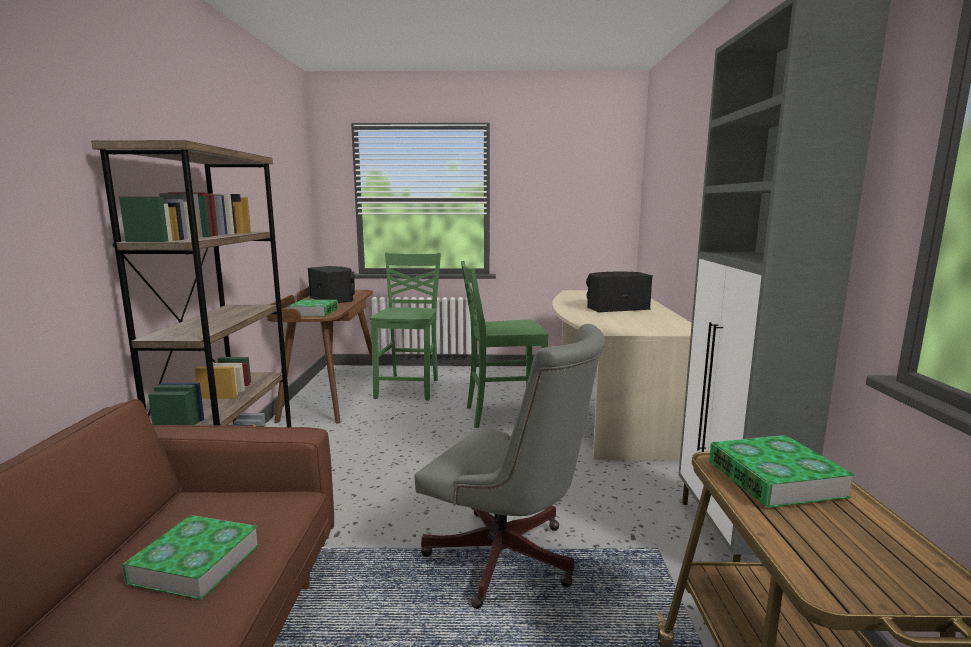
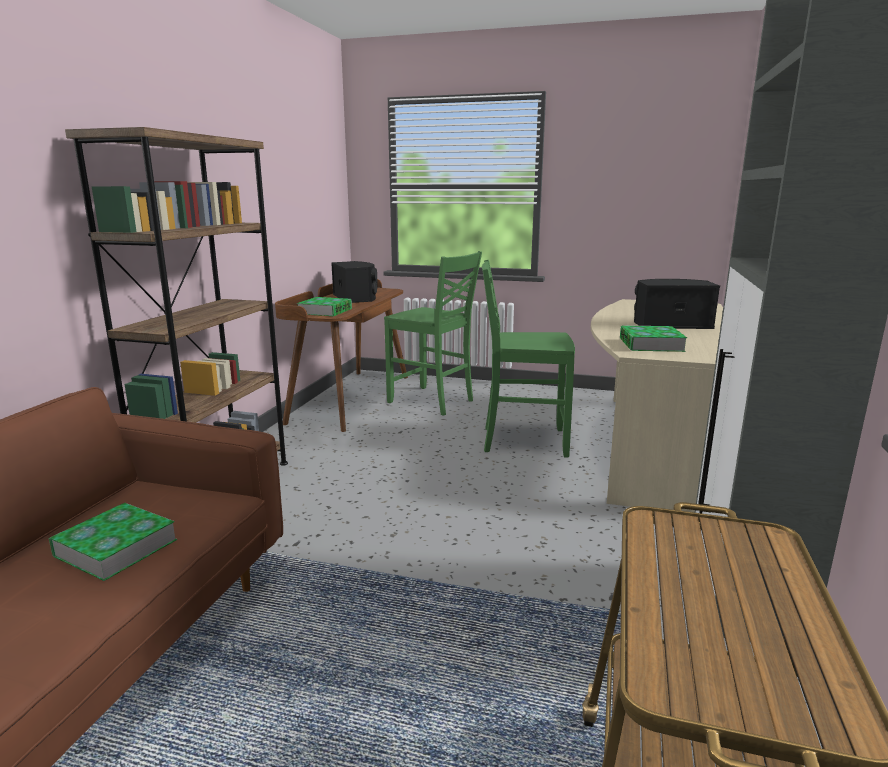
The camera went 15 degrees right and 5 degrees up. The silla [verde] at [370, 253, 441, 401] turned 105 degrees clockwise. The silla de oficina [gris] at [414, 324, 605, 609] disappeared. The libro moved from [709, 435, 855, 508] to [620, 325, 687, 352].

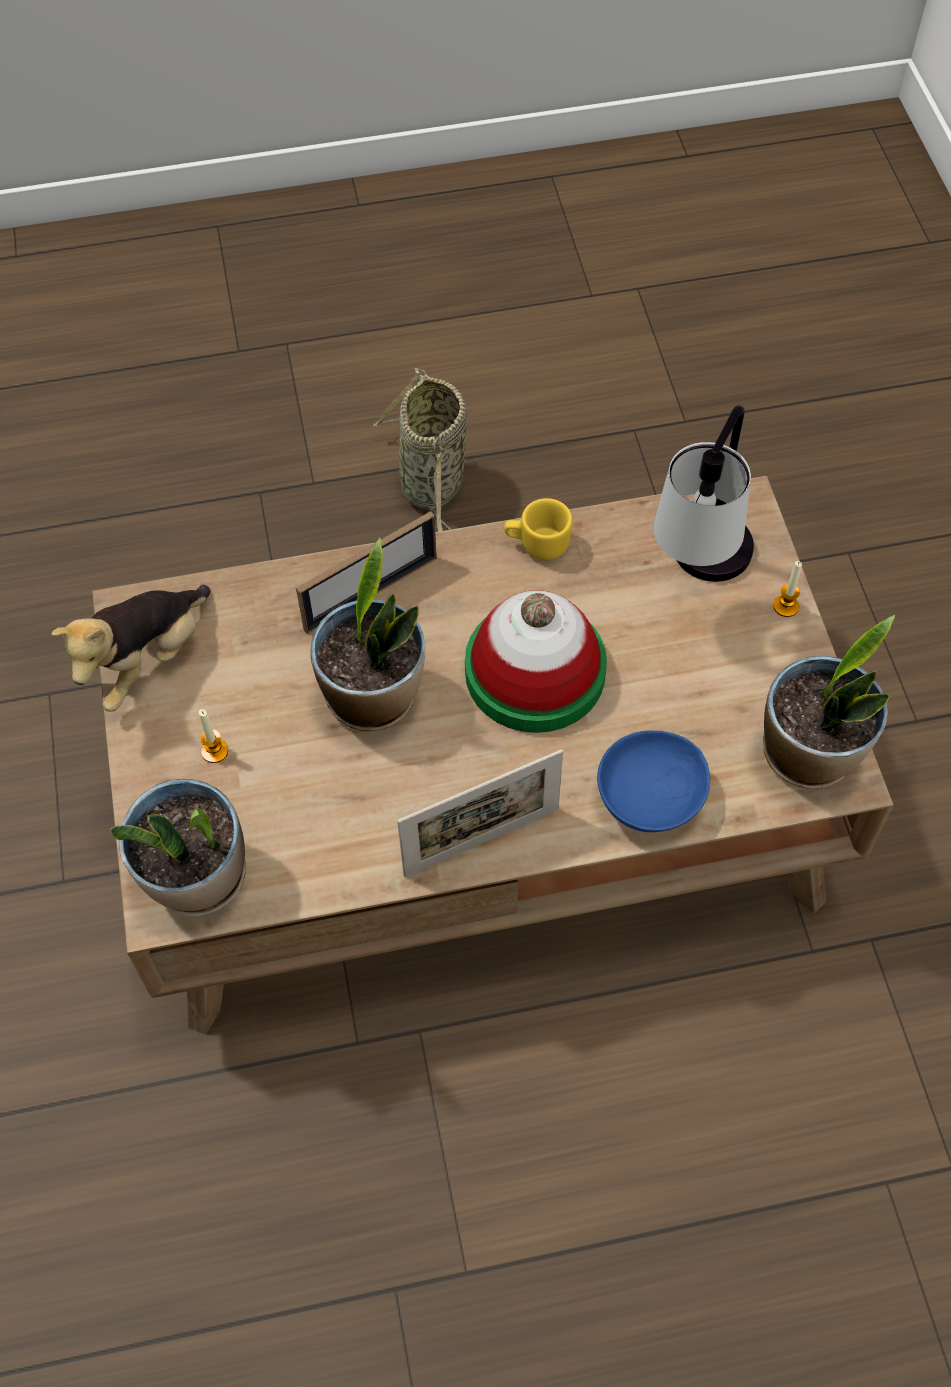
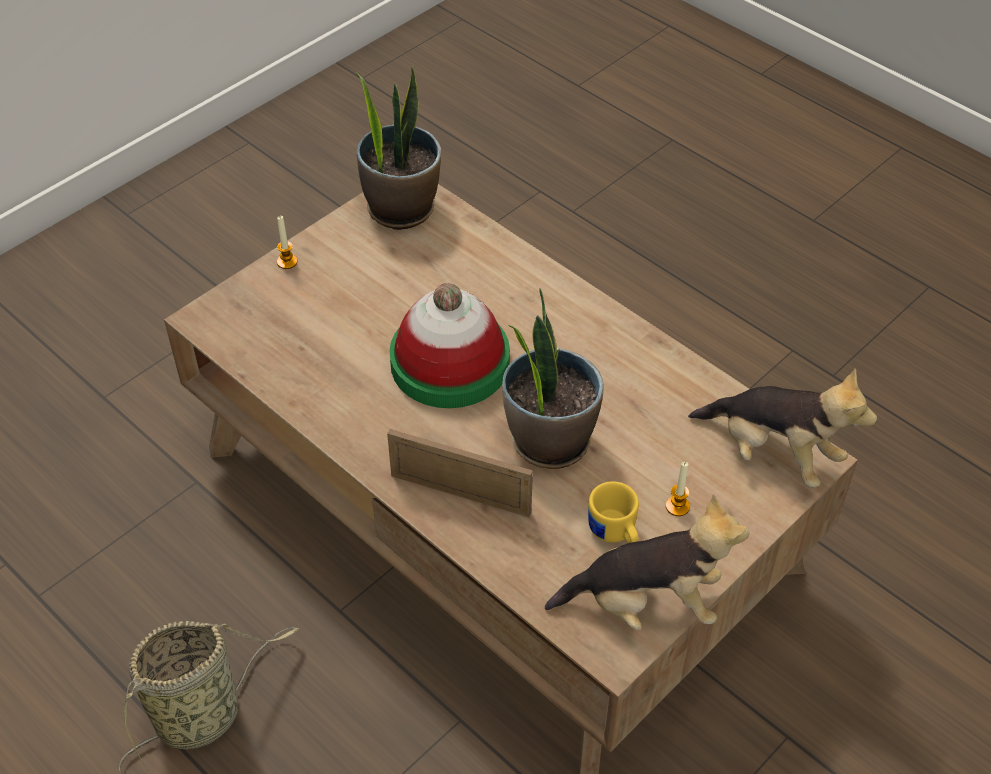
The camera went 125 degrees left and 10 degrees down. The planta en maceta at [110, 779, 246, 916] was replaced by the peluche at [688, 369, 877, 488]. The portarretratos at [397, 749, 563, 877] disappeared. The taza grande [amarillo] moved from [504, 498, 572, 561] to [588, 481, 639, 543]. The cuenco [azul] at [597, 730, 710, 832] disappeared. The lámpara de mesa at [654, 405, 754, 582] disappeared.

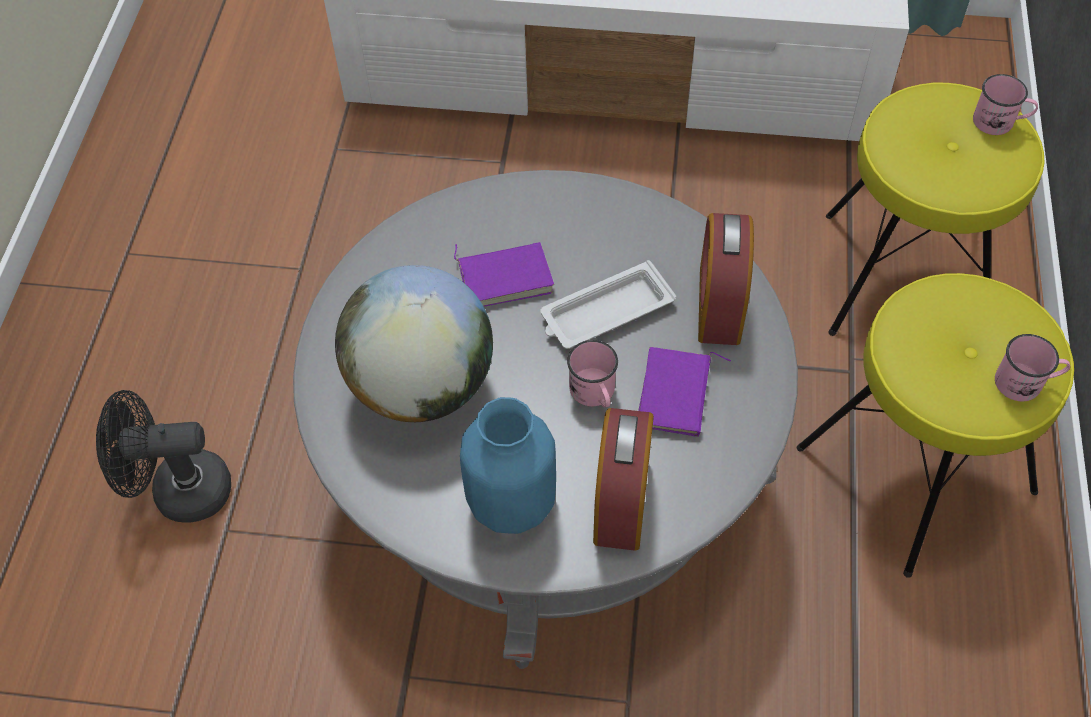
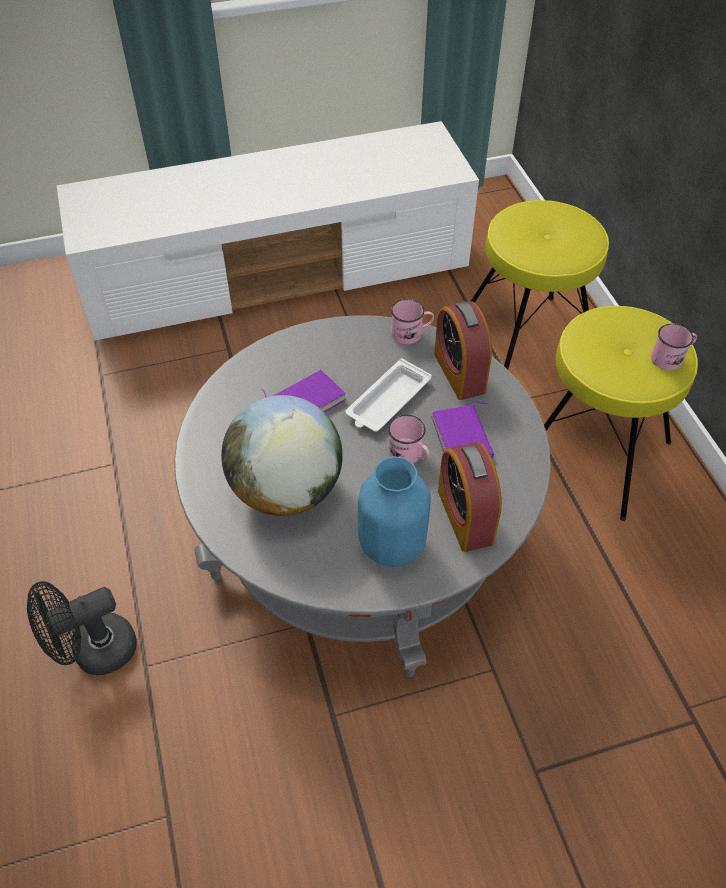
The camera went 25 degrees left and 5 degrees down. The taza grande [rosa] moved from [973, 74, 1038, 135] to [391, 299, 434, 344].

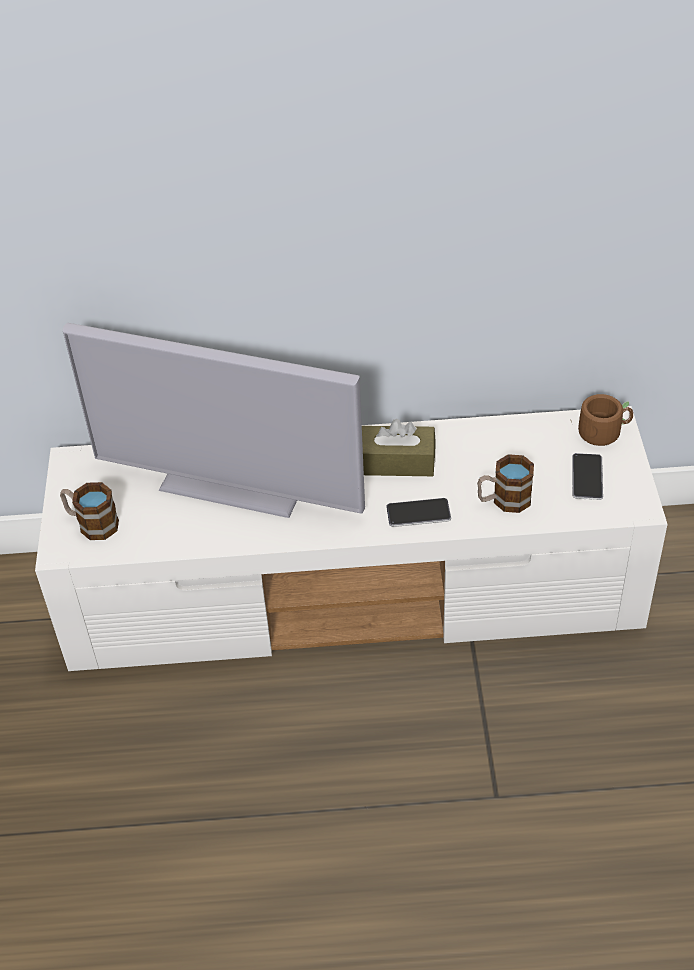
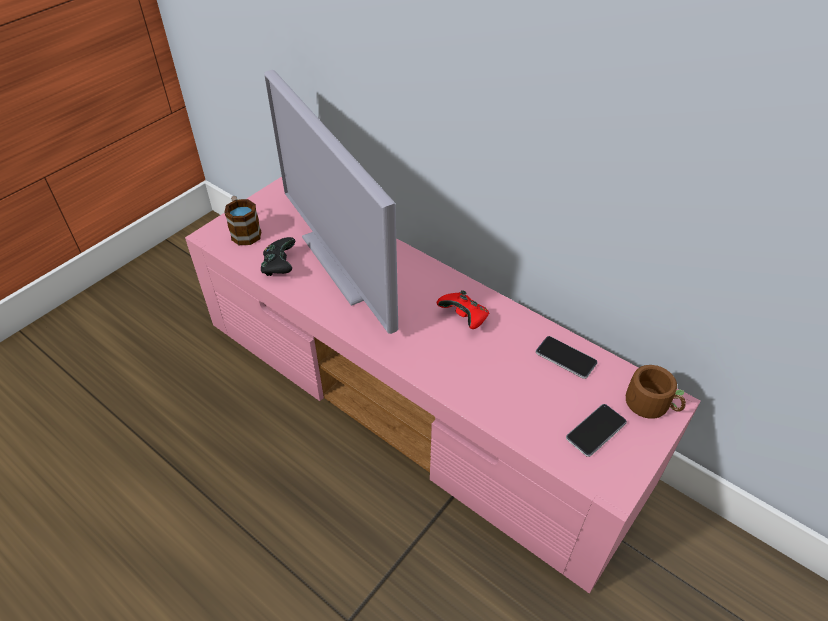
The camera went 40 degrees right and 0 degrees up. The mueble de televisión [blanco] at [35, 406, 668, 671] became the mueble de televisión [rosa] at [185, 177, 701, 594]. The caja de pañuelos [marrón] at [362, 419, 436, 476] was replaced by the mando de consola [rojo] at [437, 290, 489, 329]. The móvil moved from [386, 498, 451, 527] to [536, 336, 598, 379]. The taza grande at [477, 454, 534, 513] disappeared. The mando de consola [negro] at [261, 237, 295, 276] appeared.

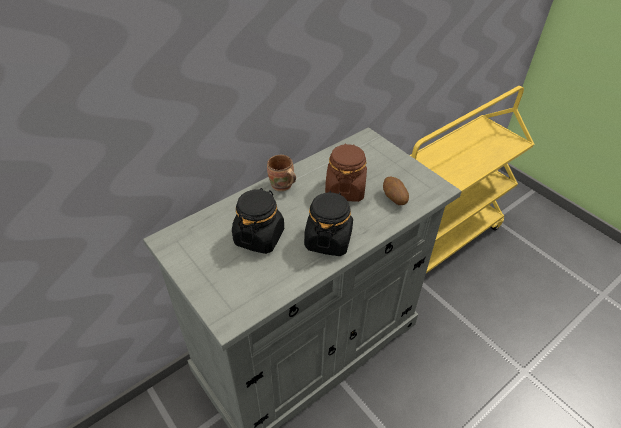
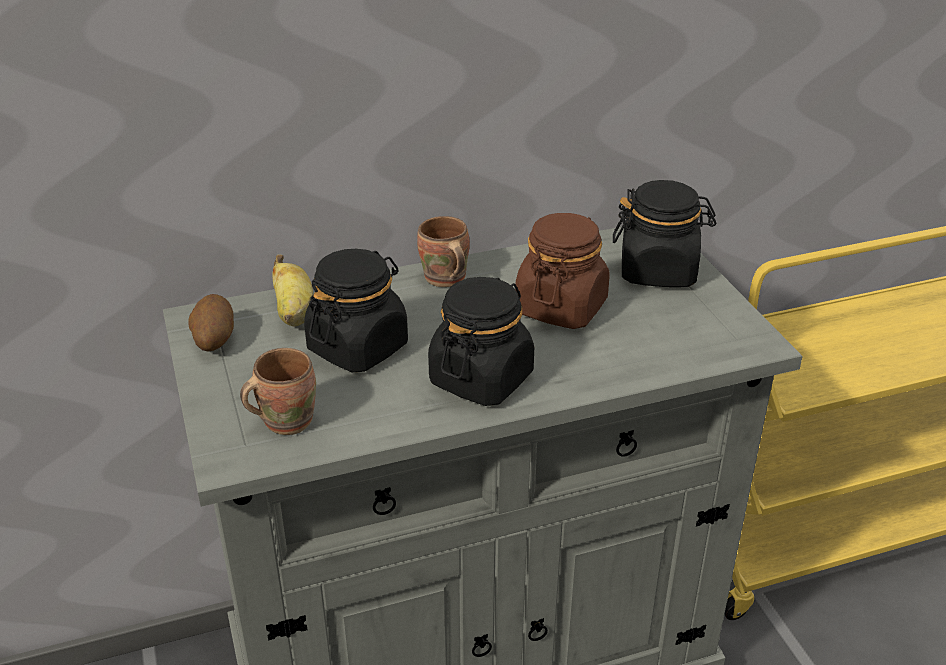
The camera went 20 degrees right and 10 degrees down. The patata moved from [383, 177, 409, 205] to [188, 294, 234, 352]. The taza grande [marrón] at [240, 348, 316, 435] appeared. The plátano at [272, 254, 313, 327] appeared. The tarro [negro] at [613, 180, 716, 287] appeared.

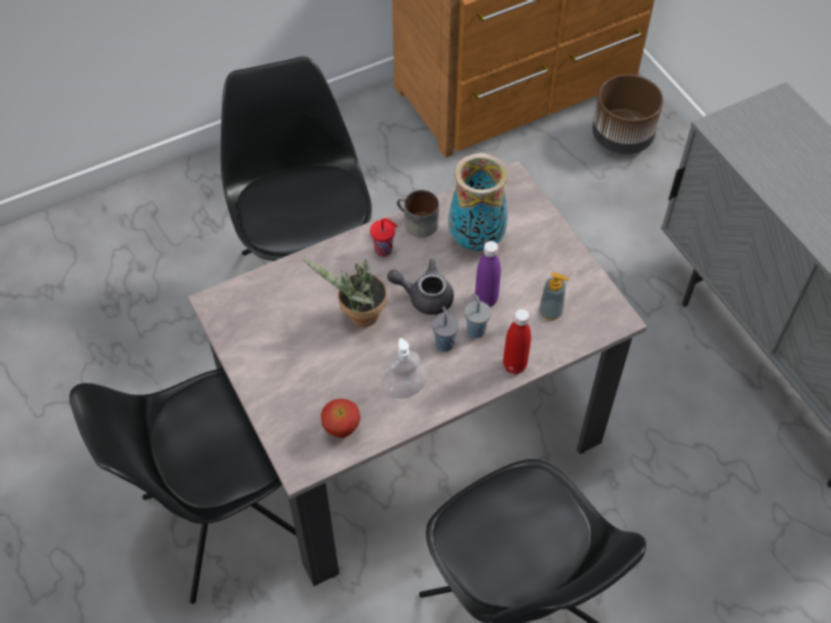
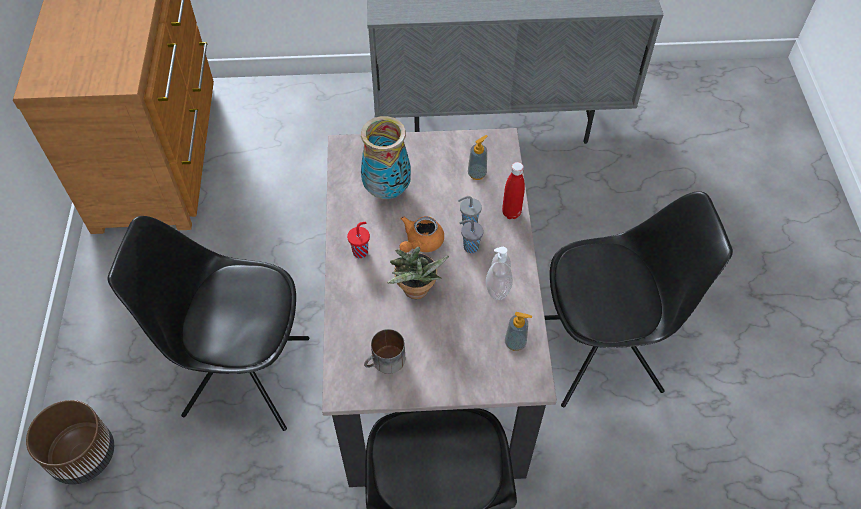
The camera went 65 degrees left and 0 degrees up. The manzana at [321, 399, 361, 438] was replaced by the dispensador de jabón at [505, 312, 532, 351]. The tetera [gris] at [387, 259, 454, 315] became the tetera [naranja] at [399, 216, 444, 253]. The taza grande moved from [397, 190, 439, 238] to [364, 329, 405, 374]. The botella [morado] at [475, 241, 501, 307] disappeared. The maceta [marrón] moved from [592, 74, 663, 154] to [26, 400, 114, 485].

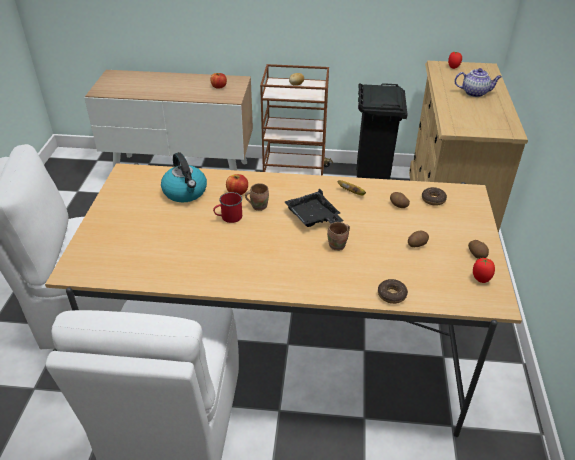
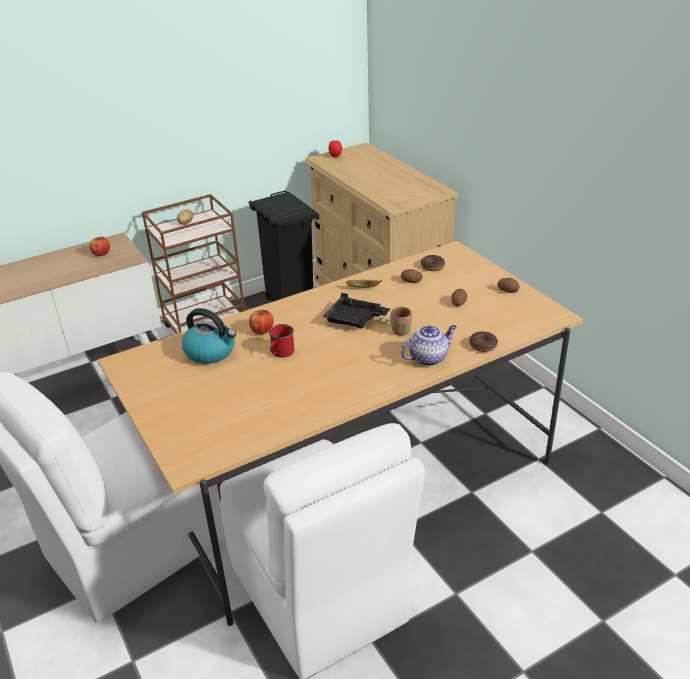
The camera went 35 degrees left and 5 degrees down. The taza grande [marrón] at [245, 183, 269, 211] disappeared. The tetera moved from [454, 68, 502, 97] to [401, 325, 457, 366]. The tomate at [473, 258, 495, 283] disappeared.

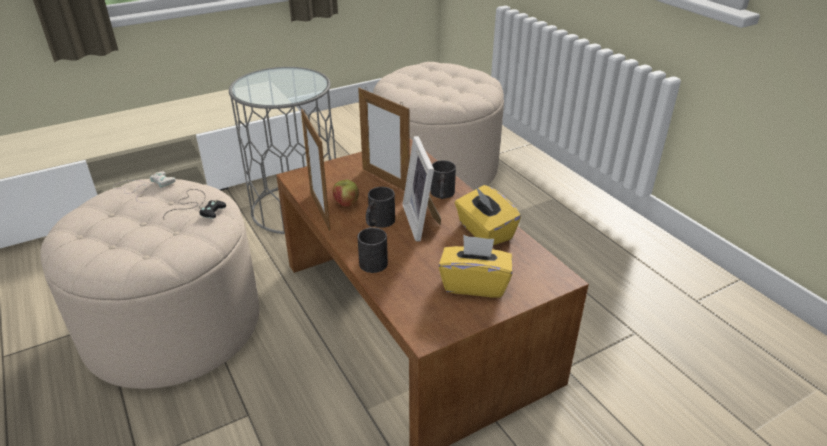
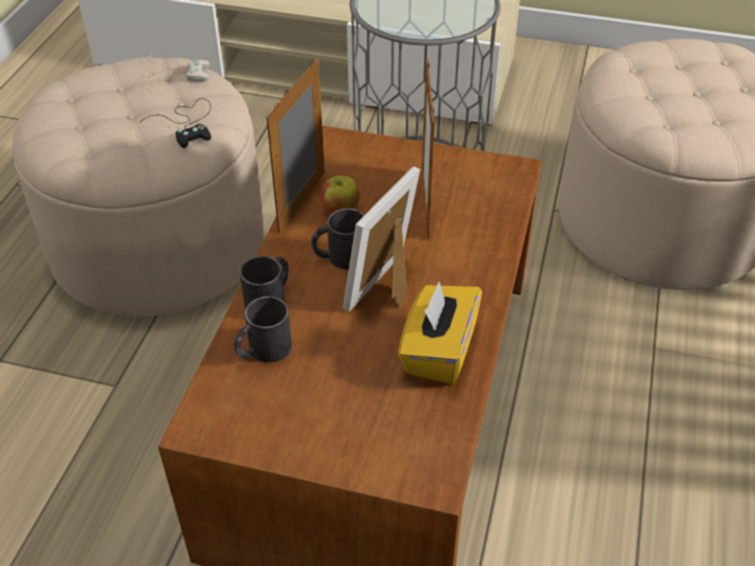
The camera went 45 degrees right and 10 degrees up. The taza grande [negro] moved from [430, 160, 456, 199] to [234, 296, 292, 363]. The caja de pañuelos [amarillo] at [439, 235, 512, 298] disappeared.

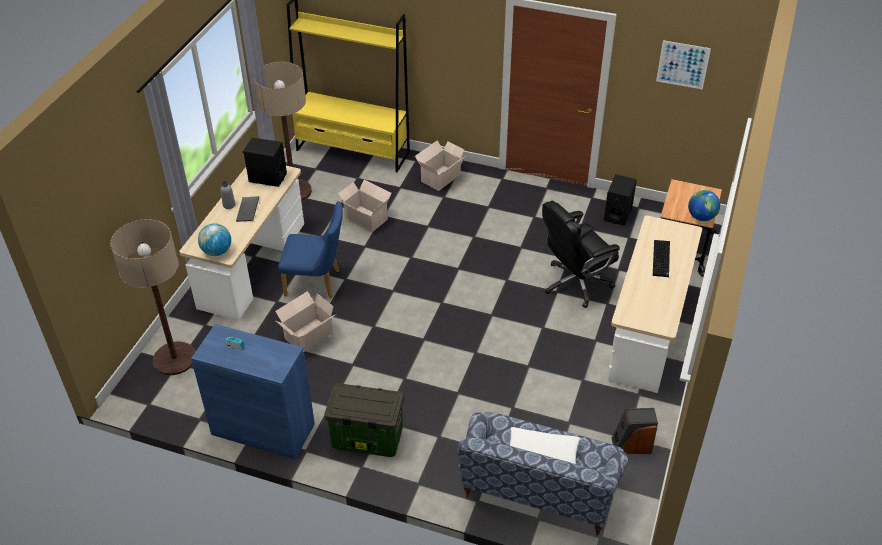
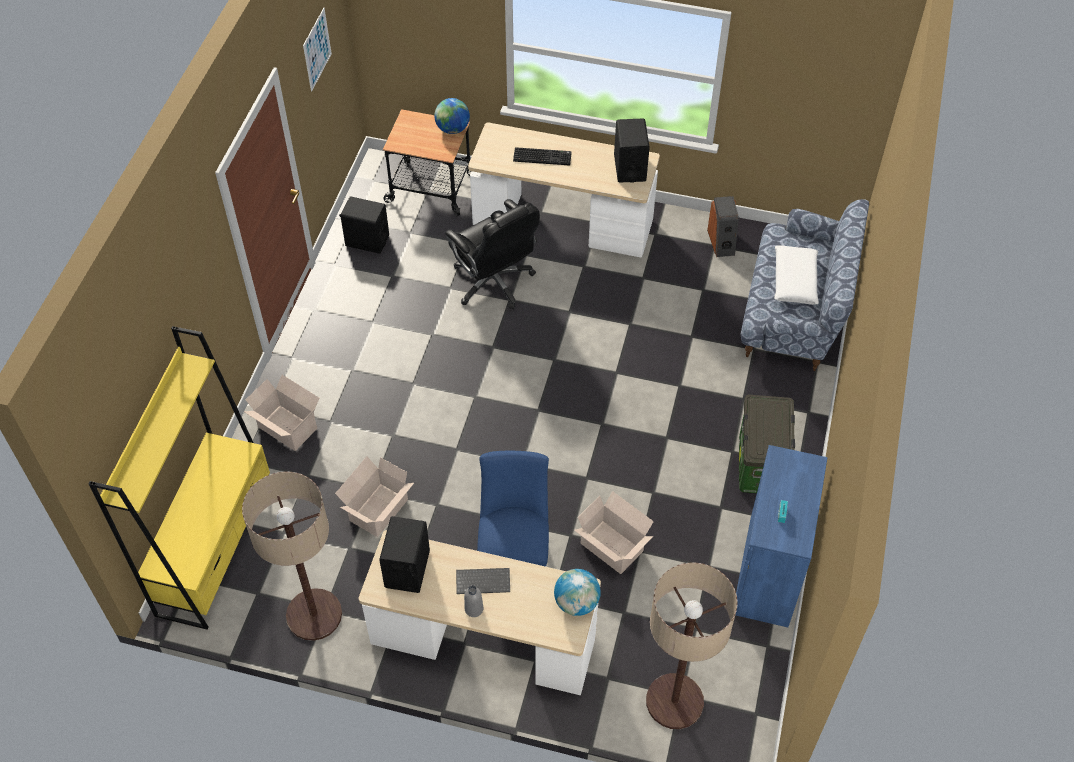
The camera went 95 degrees left and 10 degrees up. The altavoz [negro] at [614, 119, 650, 183] appeared.

